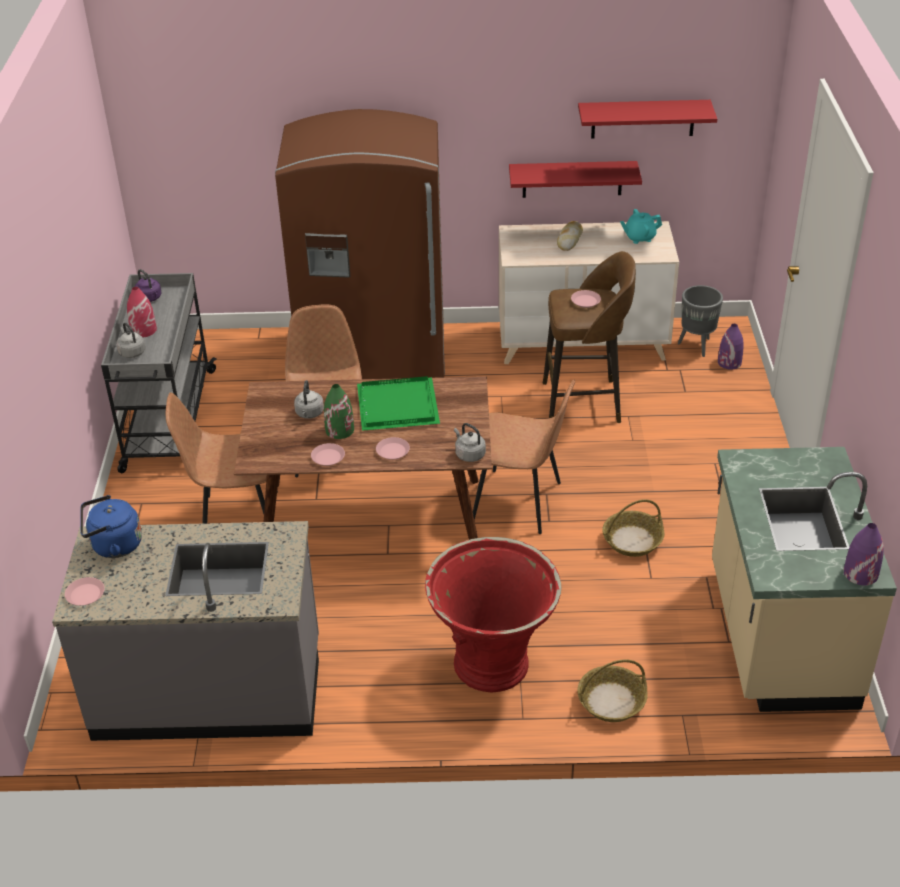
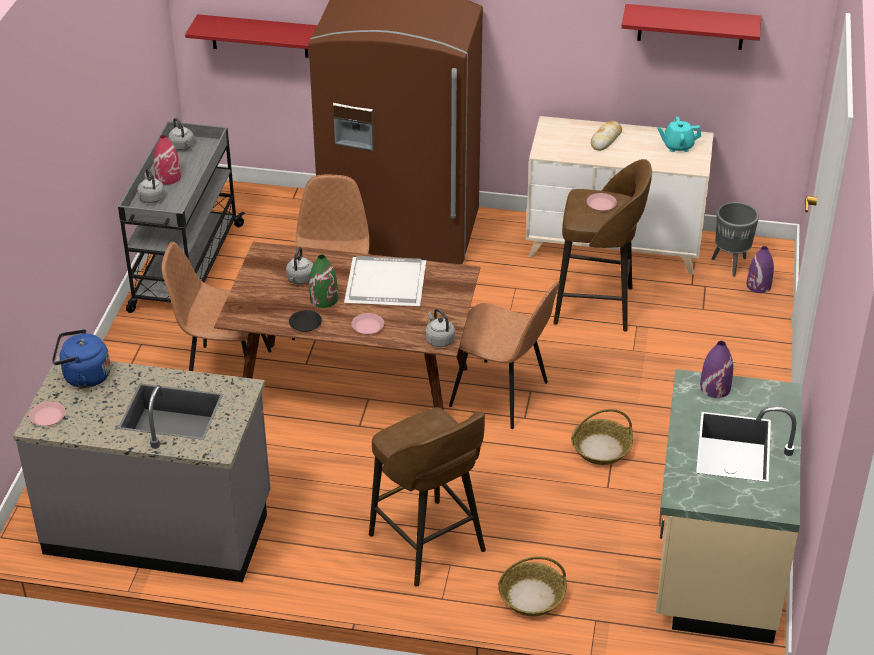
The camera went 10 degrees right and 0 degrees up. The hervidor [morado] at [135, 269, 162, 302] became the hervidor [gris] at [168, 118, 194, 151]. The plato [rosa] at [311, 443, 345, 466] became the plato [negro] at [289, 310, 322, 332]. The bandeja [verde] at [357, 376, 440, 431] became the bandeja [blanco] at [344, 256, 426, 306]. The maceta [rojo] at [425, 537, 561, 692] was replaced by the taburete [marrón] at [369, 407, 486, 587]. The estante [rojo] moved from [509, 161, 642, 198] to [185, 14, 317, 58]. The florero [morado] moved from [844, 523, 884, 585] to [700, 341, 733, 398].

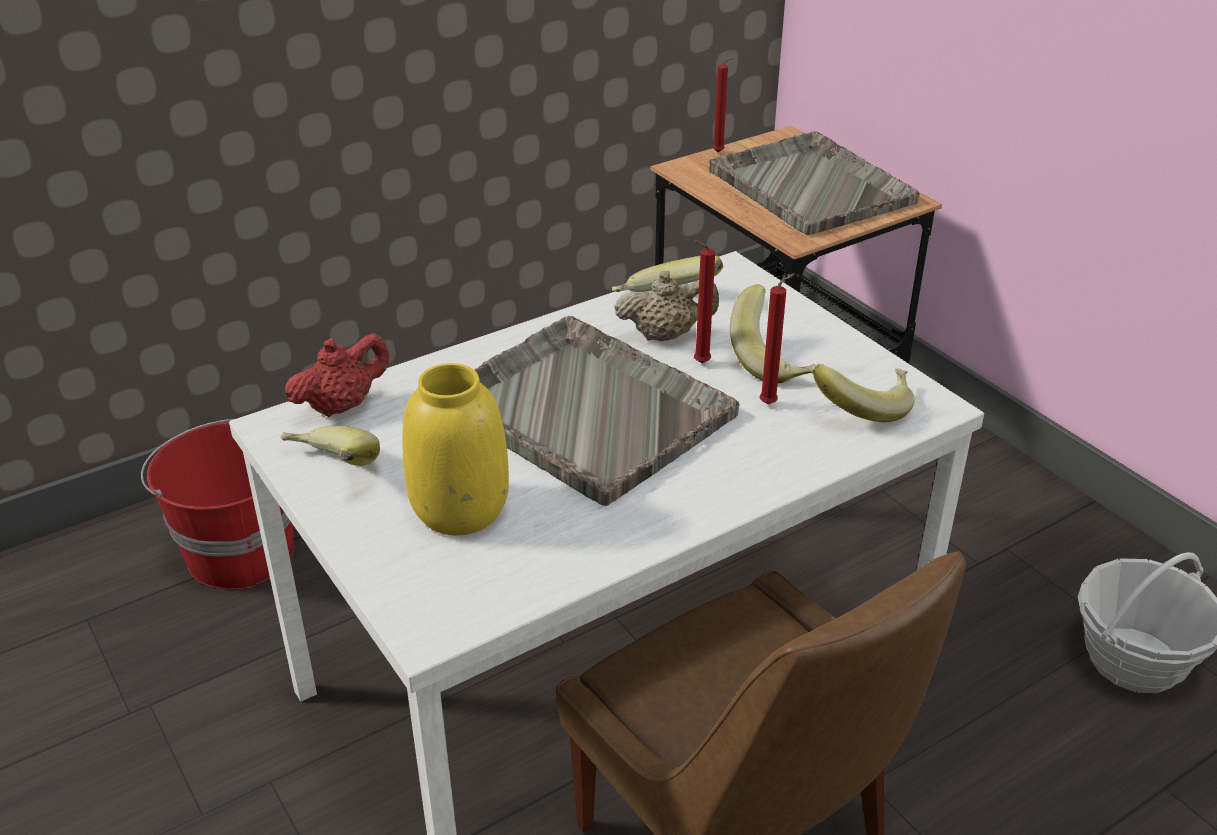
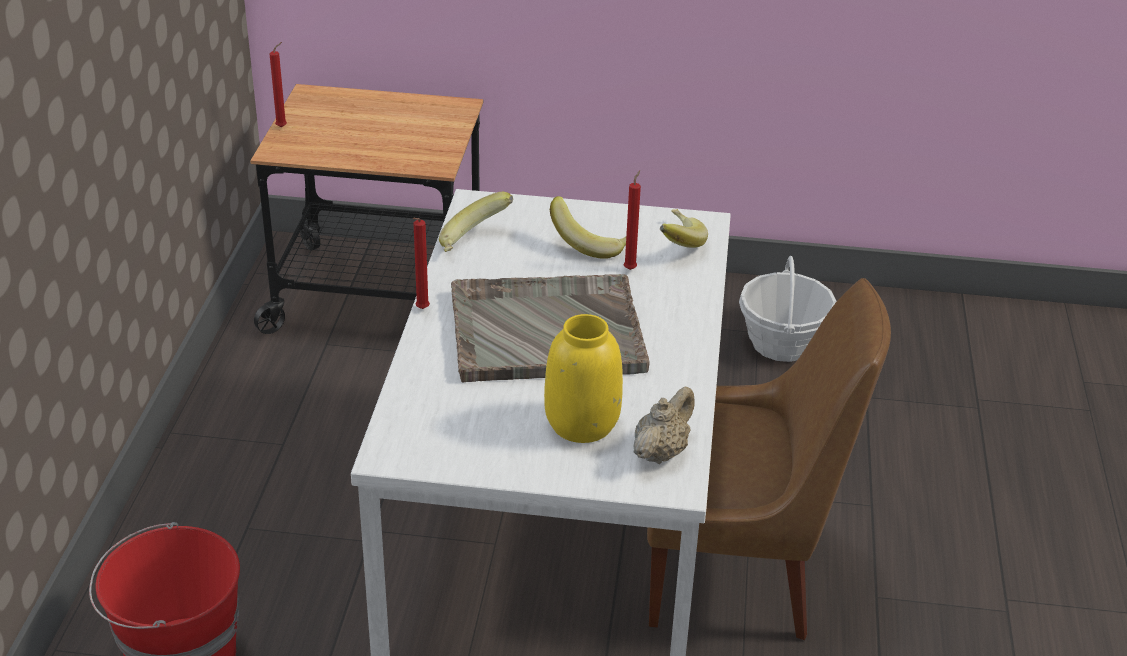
The camera went 50 degrees left and 0 degrees up. The plátano at [280, 426, 380, 466] disappeared. The tetera [rojo] at [285, 333, 390, 417] disappeared. The tetera [beis] moved from [614, 271, 719, 341] to [633, 387, 695, 464]. The vela [rojo] moved from [694, 240, 715, 363] to [413, 217, 430, 309]. The bandeja [gris] at [709, 131, 920, 235] disappeared.

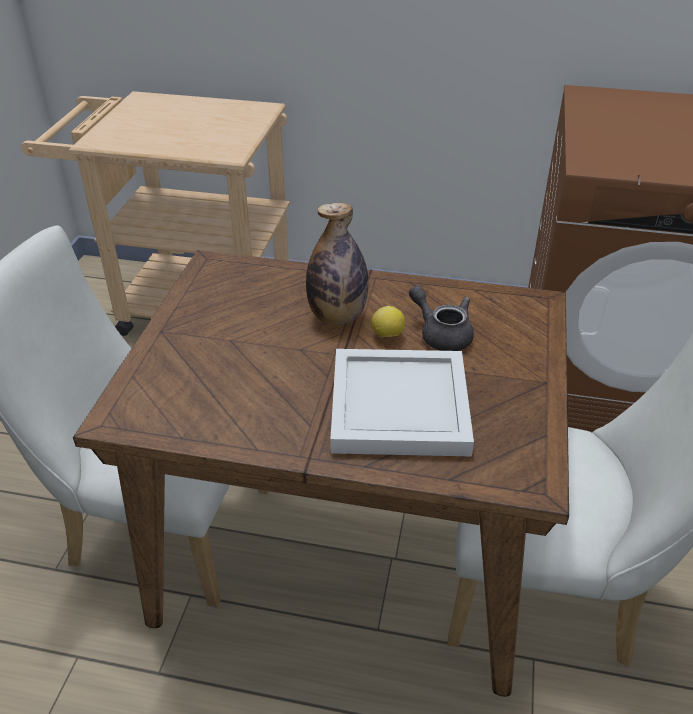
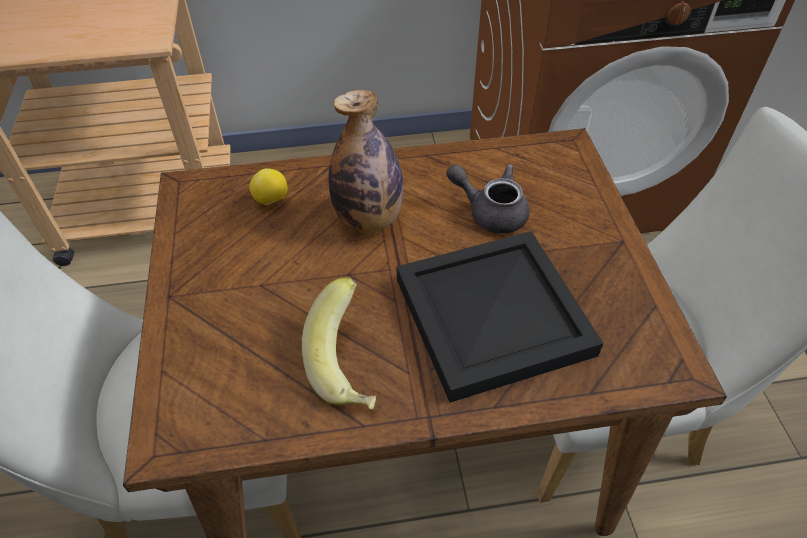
The camera went 20 degrees left and 10 degrees up. The bandeja [blanco] at [330, 349, 474, 456] became the bandeja [negro] at [397, 231, 604, 403]. The limón moved from [371, 306, 405, 338] to [250, 168, 288, 205]. The plátano at [302, 277, 376, 410] appeared.

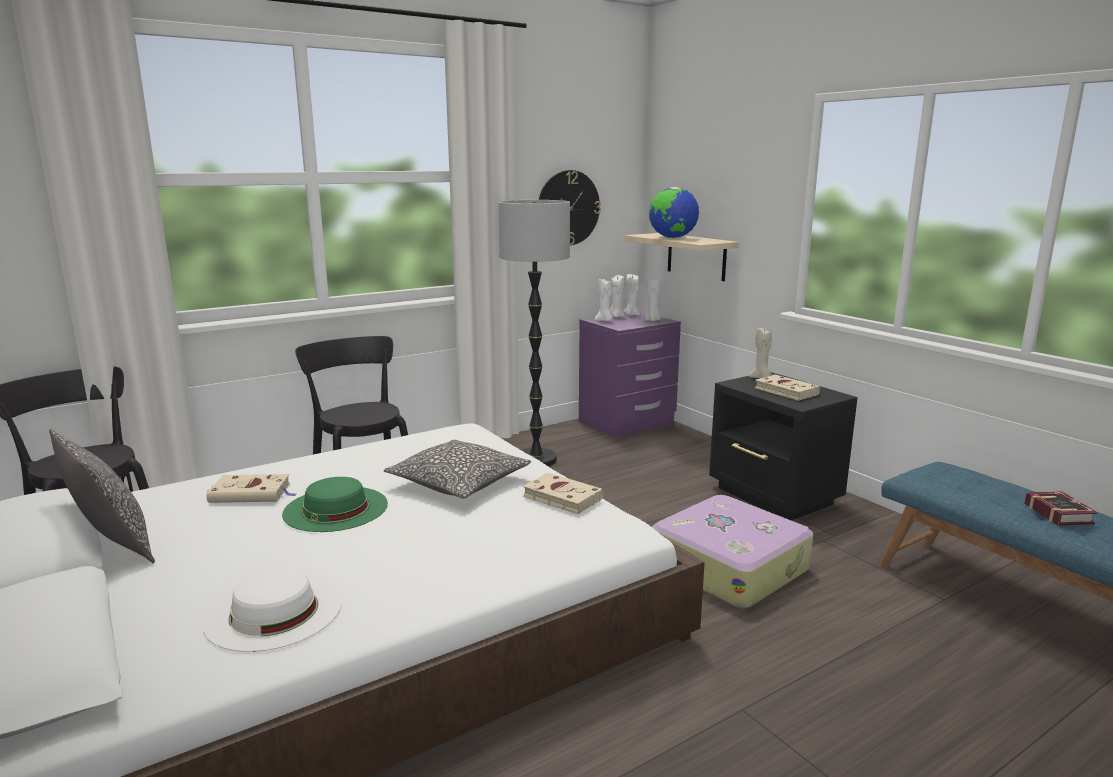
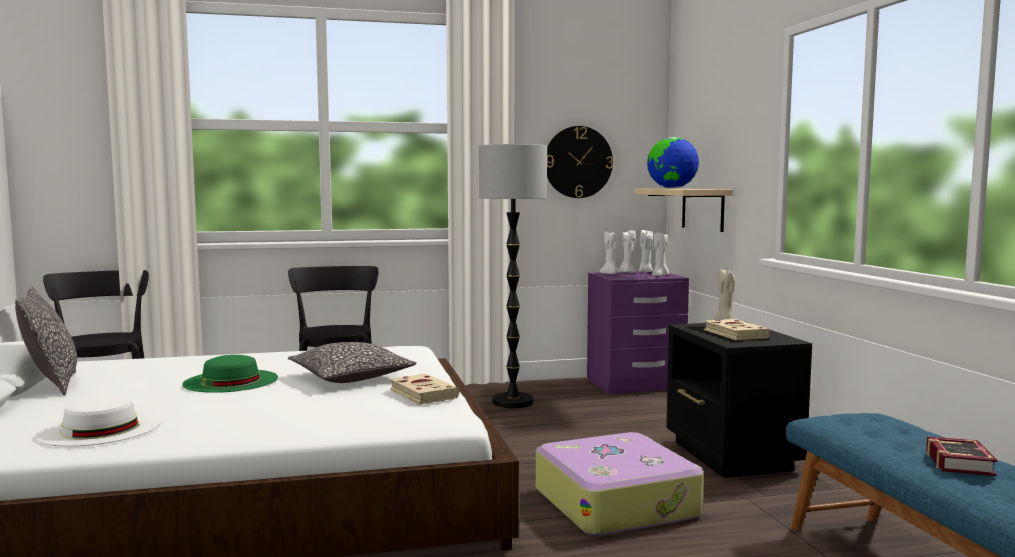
The camera went 20 degrees right and 10 degrees down. The libro [beis] at [206, 474, 296, 503] disappeared.

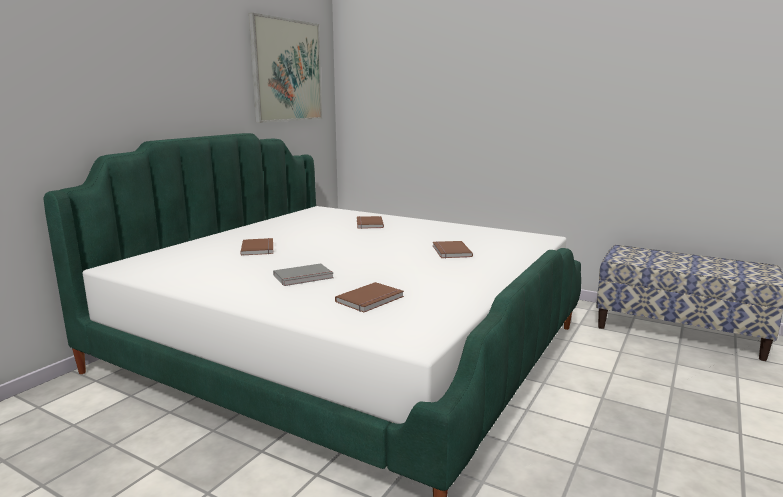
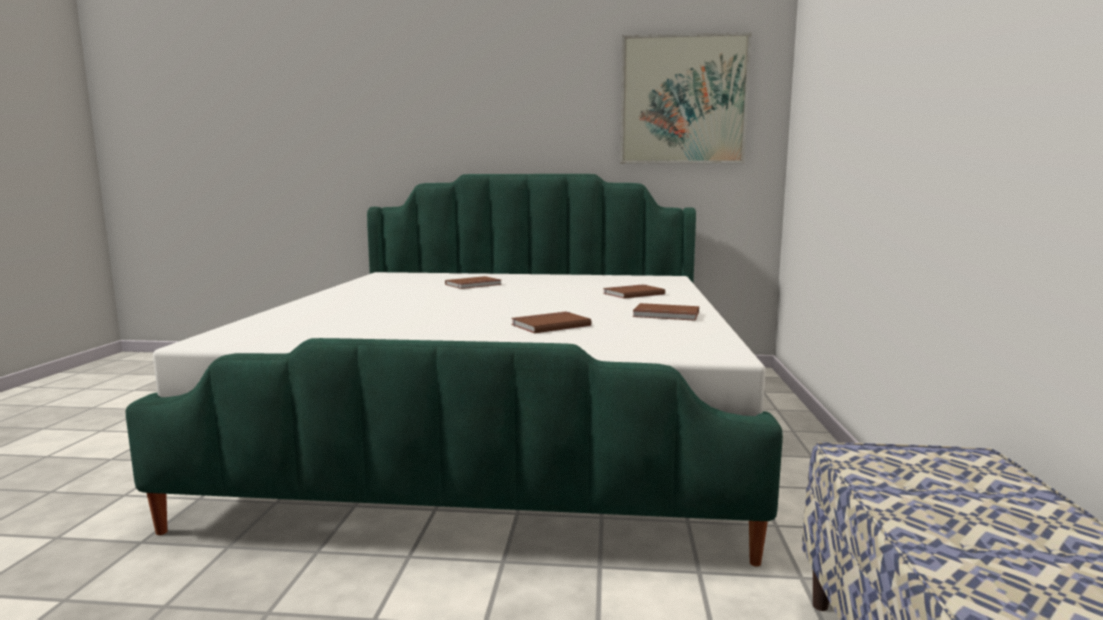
The camera went 65 degrees right and 5 degrees down. The libro [gris] at [273, 263, 334, 286] disappeared. The libro [marrón] moved from [335, 282, 404, 312] to [633, 303, 699, 321].

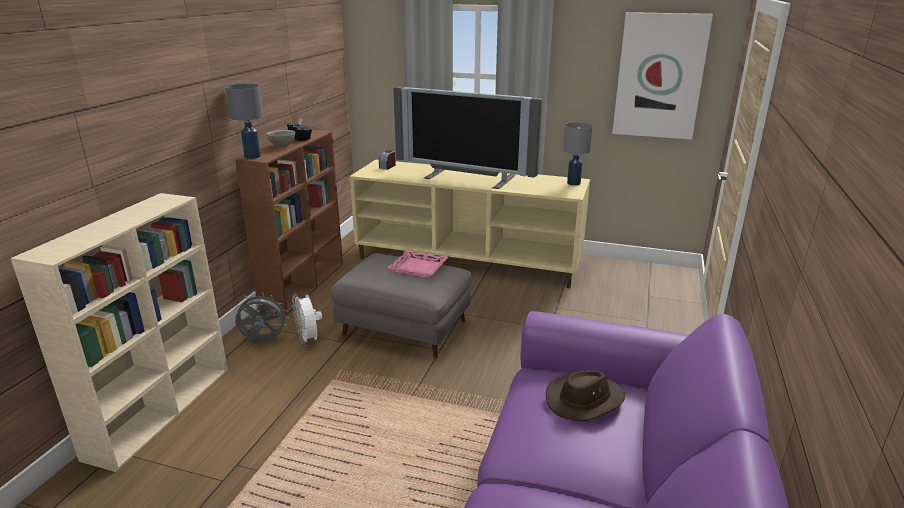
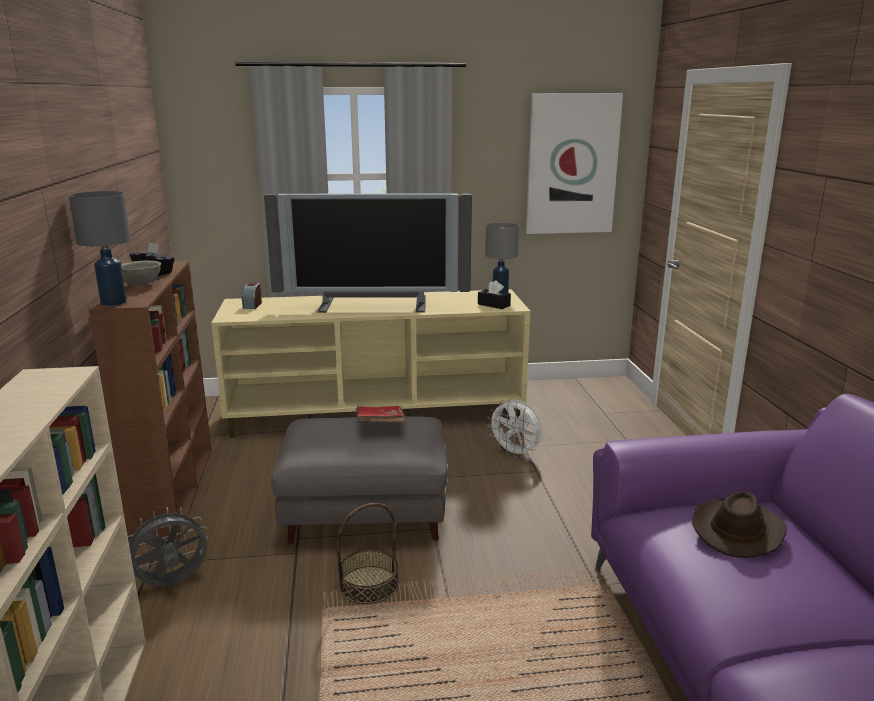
The camera went 25 degrees left and 5 degrees down. The ventilador [blanco] moved from [292, 294, 322, 346] to [487, 400, 542, 458]. The bandeja [rosa] at [388, 250, 448, 278] was replaced by the libro [rojo] at [356, 406, 406, 423]. The cesta at [337, 503, 398, 604] appeared. The caja de pañuelos [negro] at [478, 280, 511, 309] appeared.

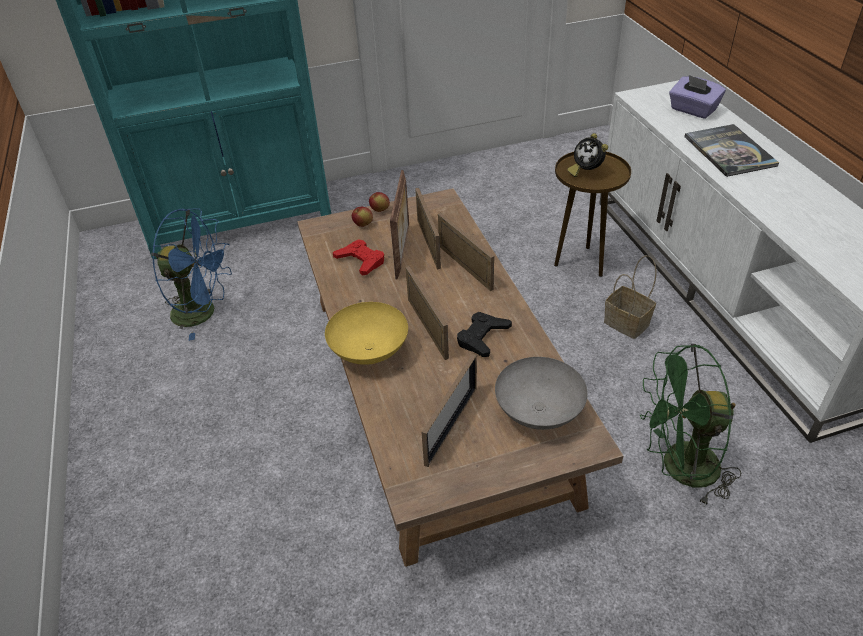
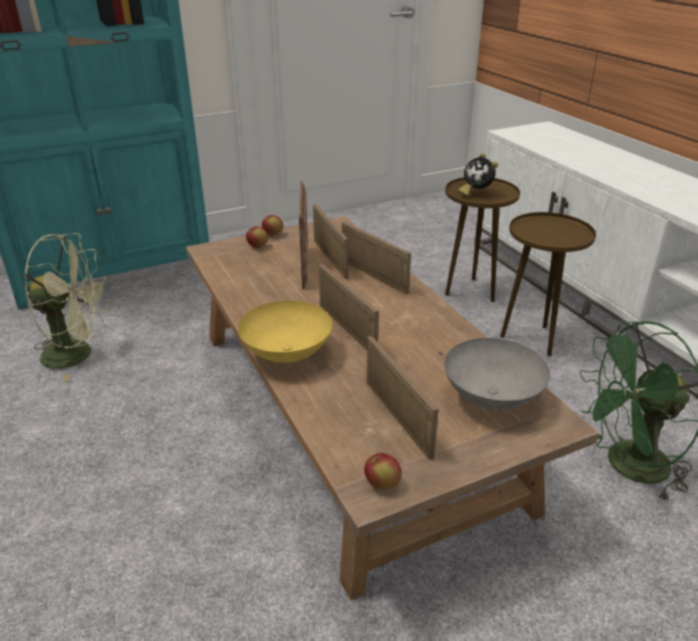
The camera went 10 degrees left and 10 degrees down. The ventilador [azul] at [151, 208, 232, 341] became the ventilador [verde] at [23, 233, 112, 382]. The mando de consola [rojo] at [333, 239, 384, 275] disappeared. The portarretratos at [421, 354, 477, 467] turned 45 degrees counterclockwise. The mando de consola [negro] at [457, 312, 512, 357] disappeared. The cesta at [604, 255, 657, 339] was replaced by the mesa auxiliar [marrón] at [500, 212, 596, 356]. The caja de pañuelos [morado] at [669, 75, 726, 119] disappeared. The libro at [684, 124, 779, 177] disappeared. The manzana at [364, 453, 402, 489] appeared.

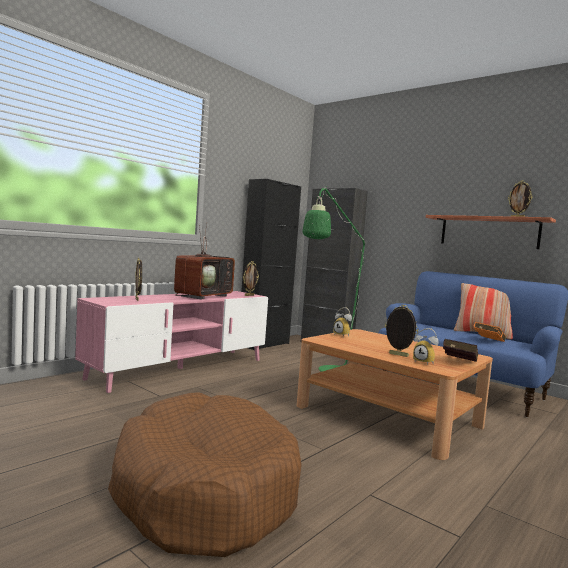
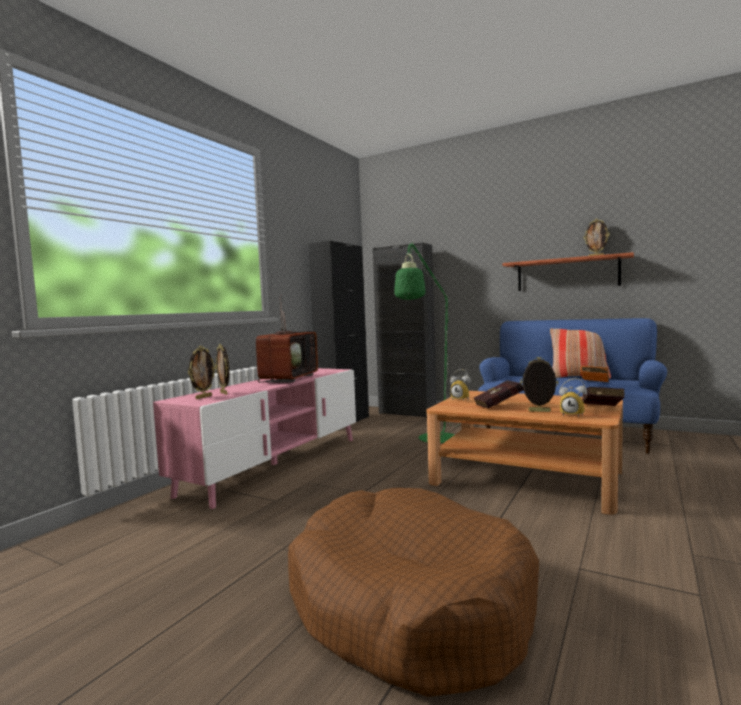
The camera went 10 degrees left and 0 degrees up. The portarretratos moved from [243, 261, 259, 296] to [188, 346, 216, 399]. The libro [rojo] at [474, 380, 523, 409] appeared.

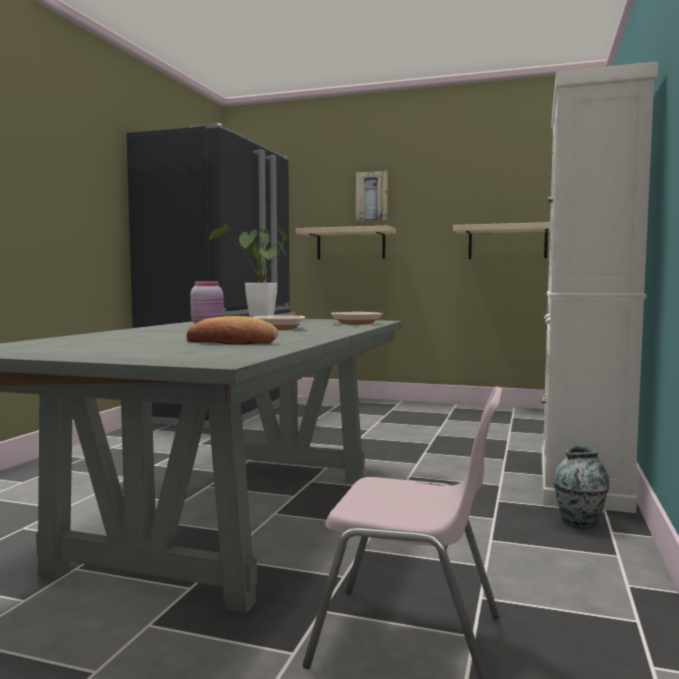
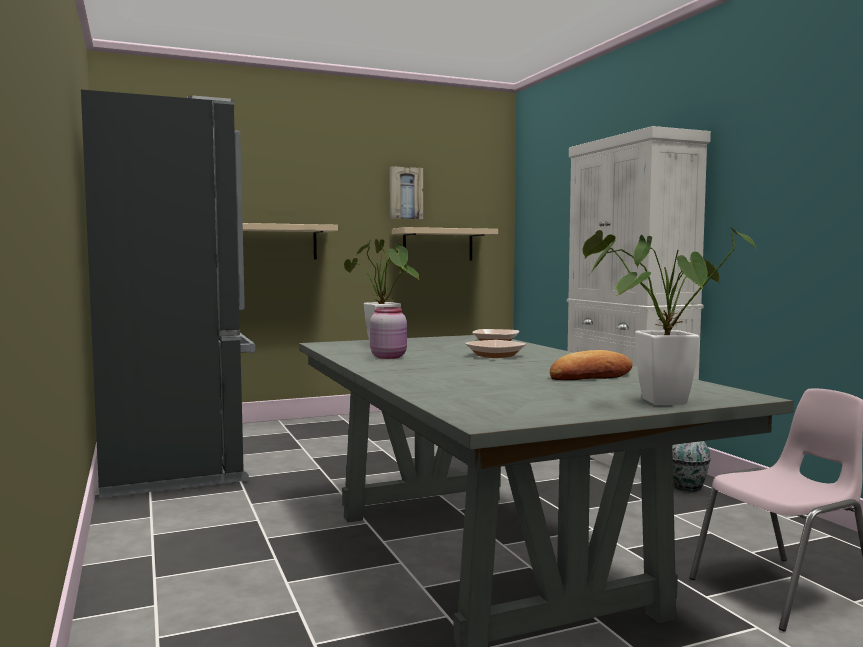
The camera went 40 degrees left and 0 degrees up. The cuadro moved from [356, 171, 388, 221] to [390, 166, 423, 219]. The planta en maceta at [583, 226, 756, 405] appeared.

